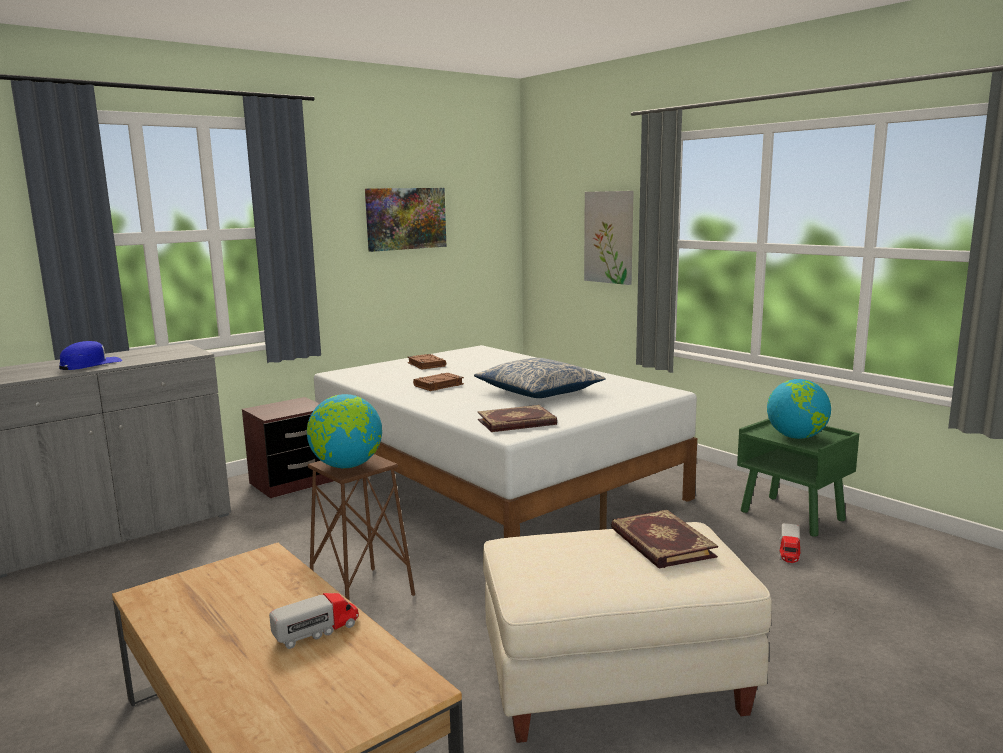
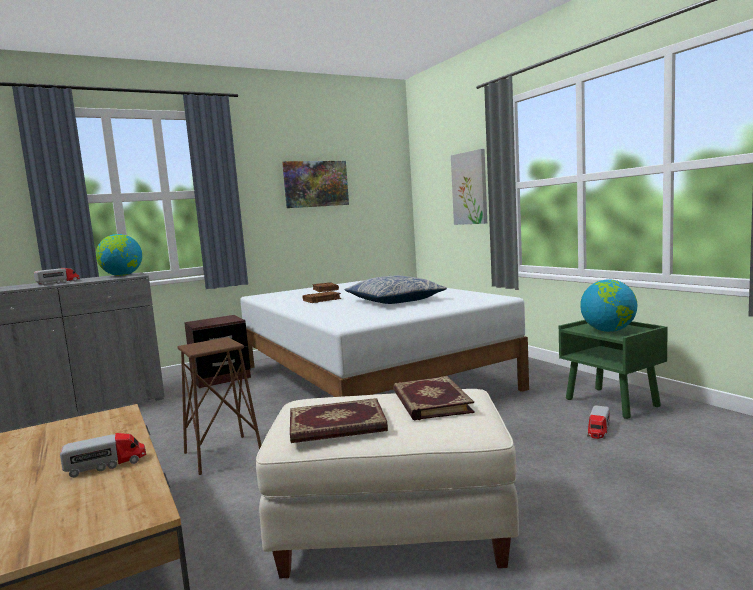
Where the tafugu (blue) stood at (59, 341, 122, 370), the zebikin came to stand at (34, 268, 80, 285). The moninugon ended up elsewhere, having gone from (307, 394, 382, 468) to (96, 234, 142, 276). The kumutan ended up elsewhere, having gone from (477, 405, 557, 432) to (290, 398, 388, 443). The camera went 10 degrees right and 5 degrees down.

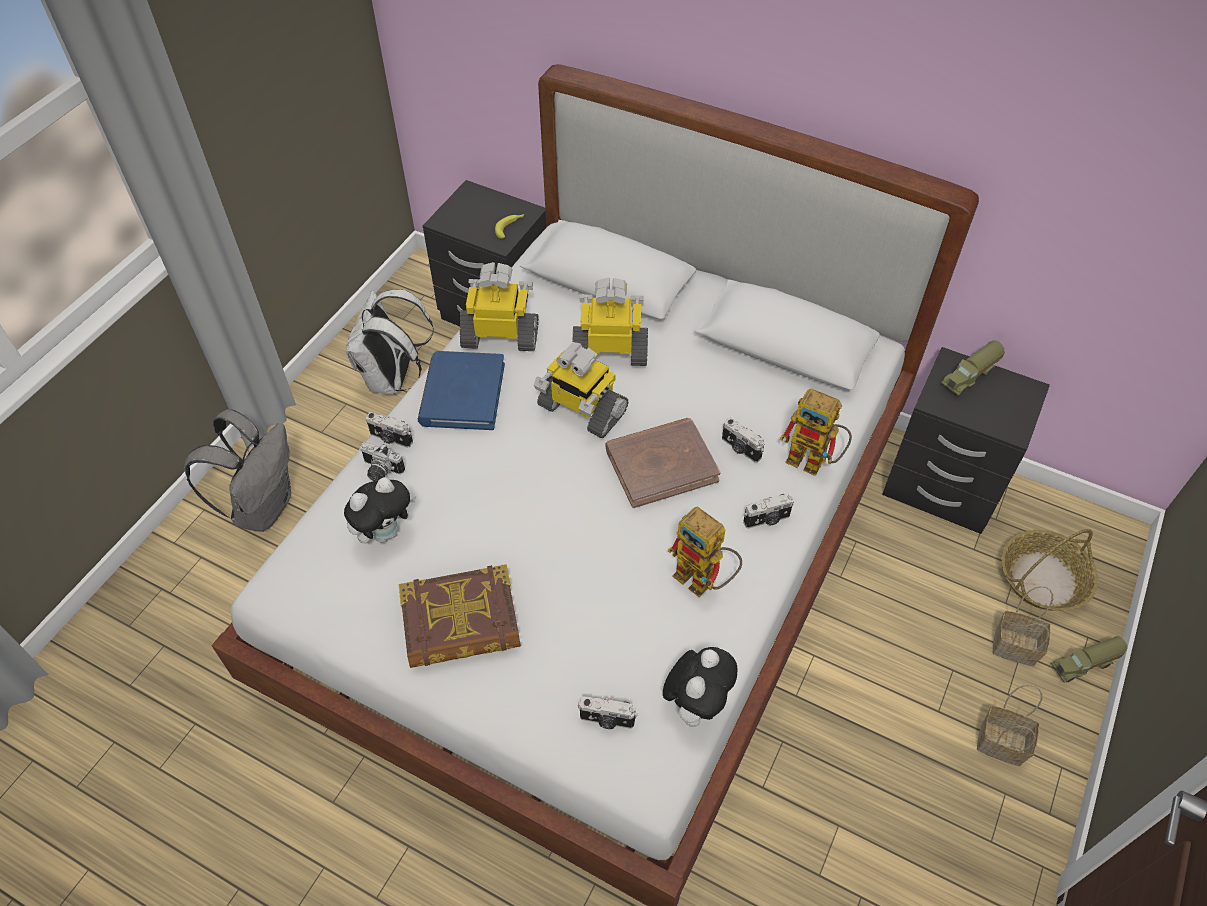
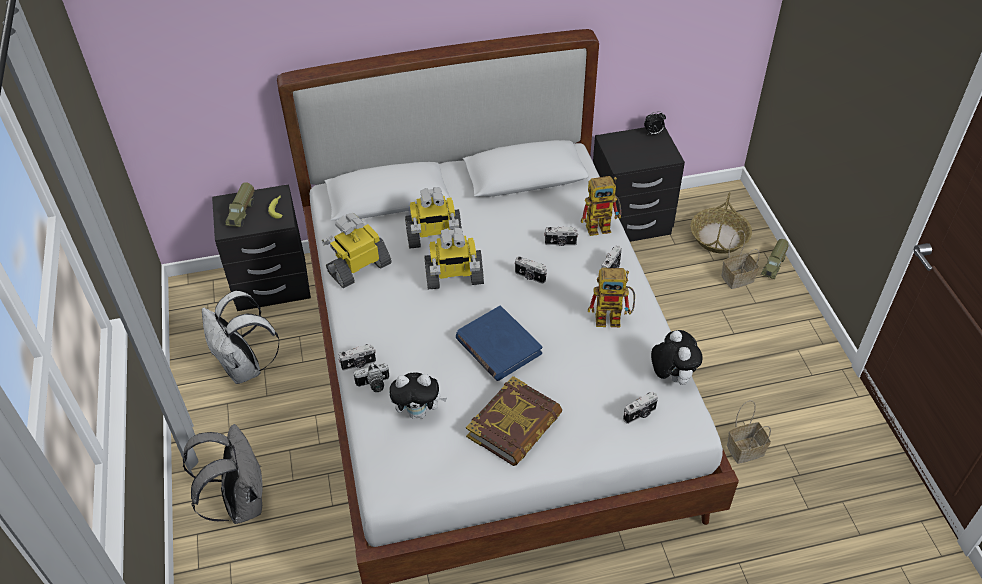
The zebikin ended up elsewhere, having gone from (941, 340, 1005, 396) to (225, 182, 254, 227). The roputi at (344, 478, 416, 544) ended up facing another way, 75 degrees clockwise from before. The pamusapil at (573, 278, 648, 366) ended up facing another way, 150 degrees counterclockwise from before. The kumutan (blue) ended up elsewhere, having gone from (417, 351, 505, 430) to (456, 306, 542, 381). Where the kumutan (brown) stood at (605, 418, 720, 508), the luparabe came to stand at (515, 256, 547, 284). The second view gained the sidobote at (644, 111, 666, 135). The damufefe ended up elsewhere, having gone from (977, 685, 1043, 766) to (727, 400, 771, 464). The camera went 40 degrees left and 5 degrees down.

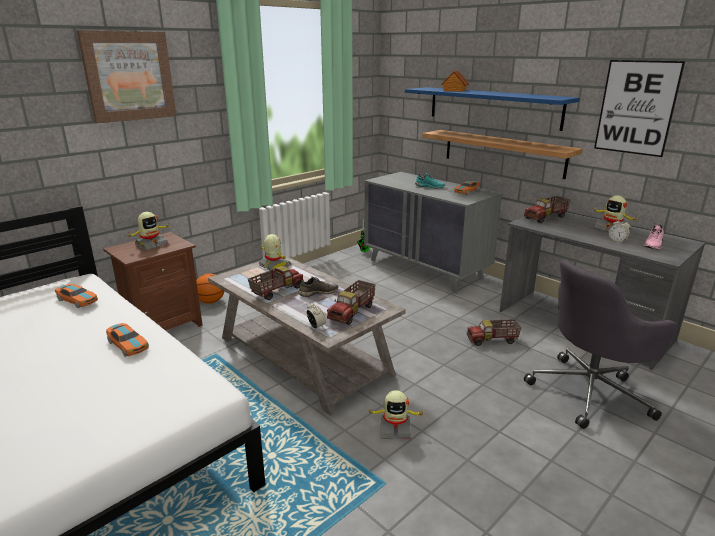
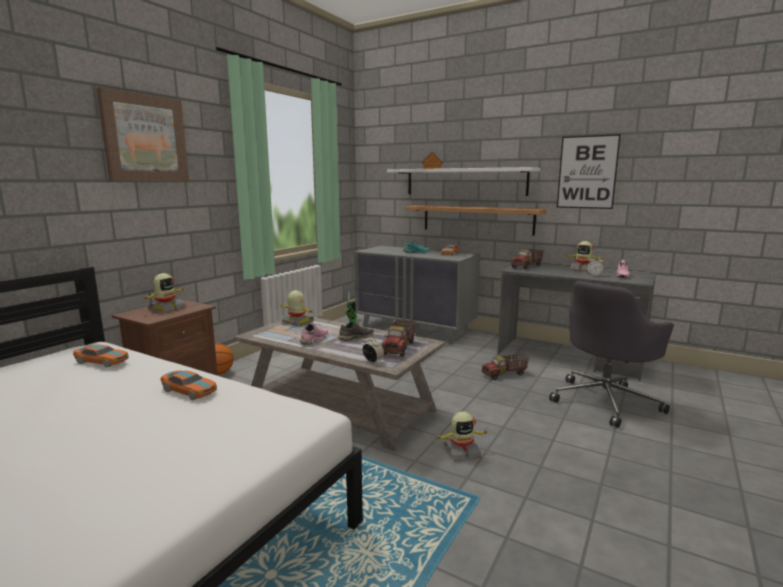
Where the zebikin stood at (248, 266, 304, 300), the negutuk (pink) came to stand at (300, 324, 328, 345). What was the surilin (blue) at (405, 87, 580, 131) turned into the surilin (white) at (387, 167, 540, 196). The camera went 15 degrees left and 10 degrees down.

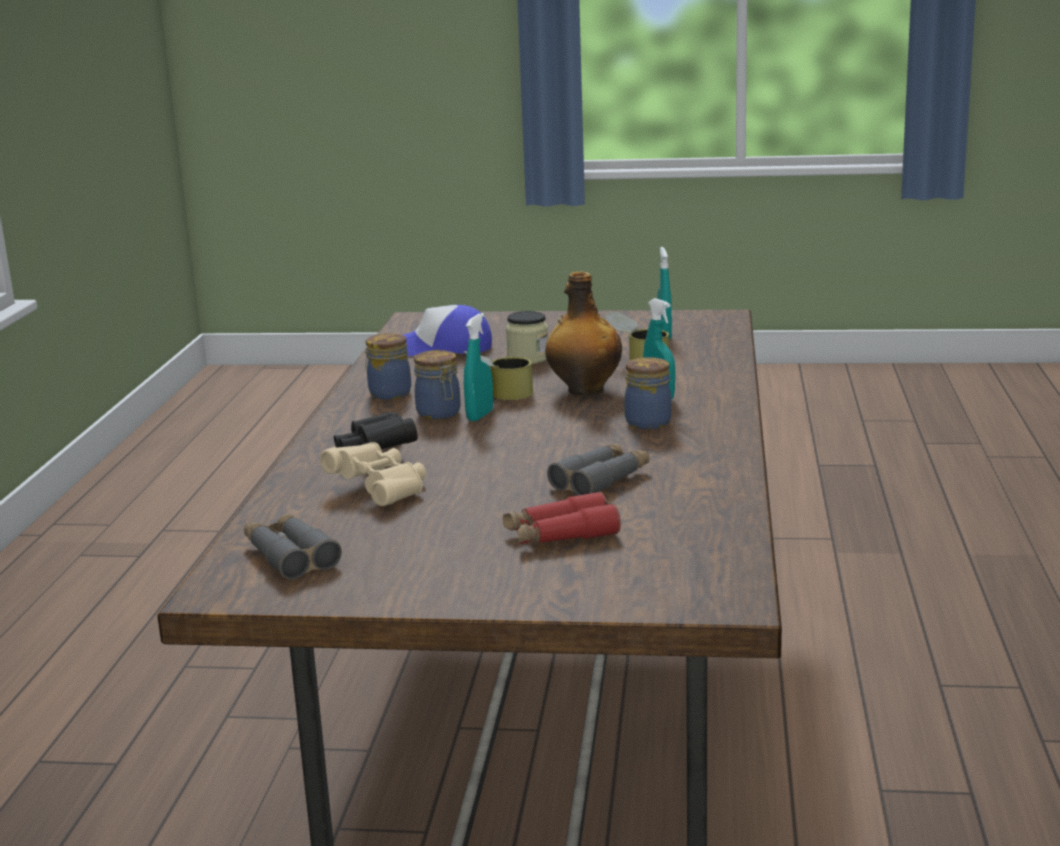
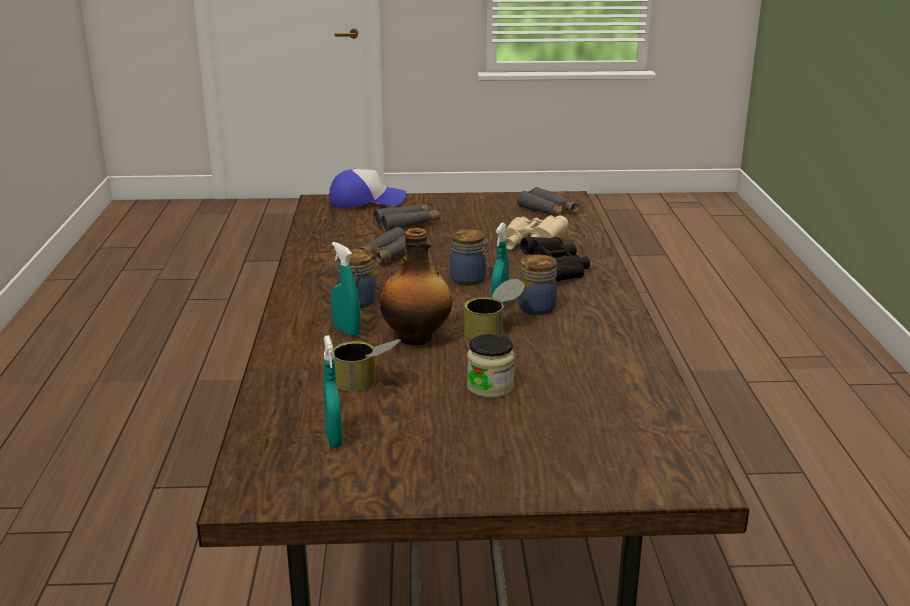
The tafugu ended up elsewhere, having gone from (403, 305, 492, 356) to (329, 169, 406, 208). What was the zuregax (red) at (503, 491, 621, 544) turned into the zuregax (grey) at (373, 204, 440, 232). The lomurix ended up elsewhere, having gone from (365, 333, 411, 399) to (450, 229, 490, 286). The camera went 170 degrees right and 5 degrees up.

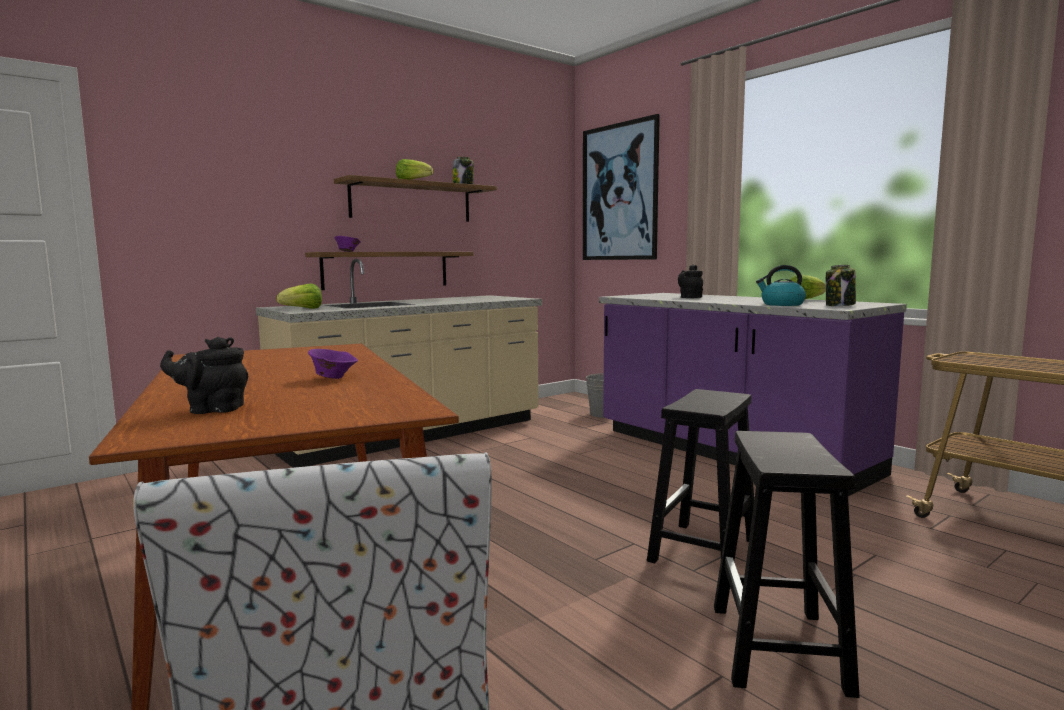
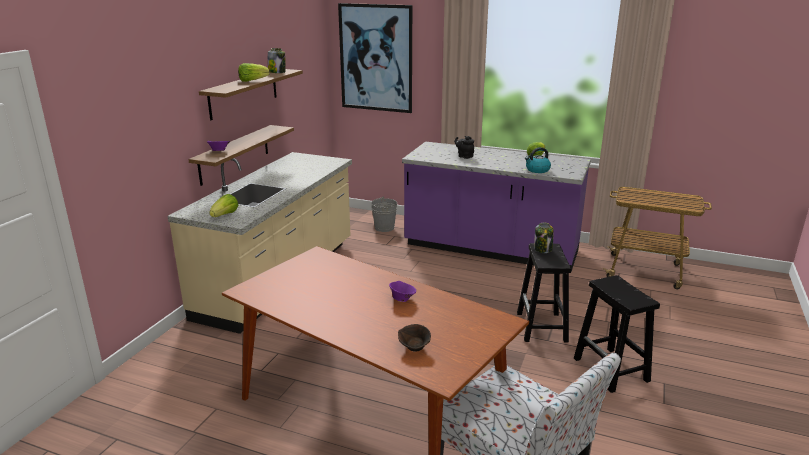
Where the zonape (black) stood at (160, 337, 248, 414), the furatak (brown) came to stand at (398, 324, 431, 352). The lomurix ended up elsewhere, having gone from (826, 265, 856, 306) to (534, 223, 554, 253). The camera went 30 degrees left and 15 degrees up.

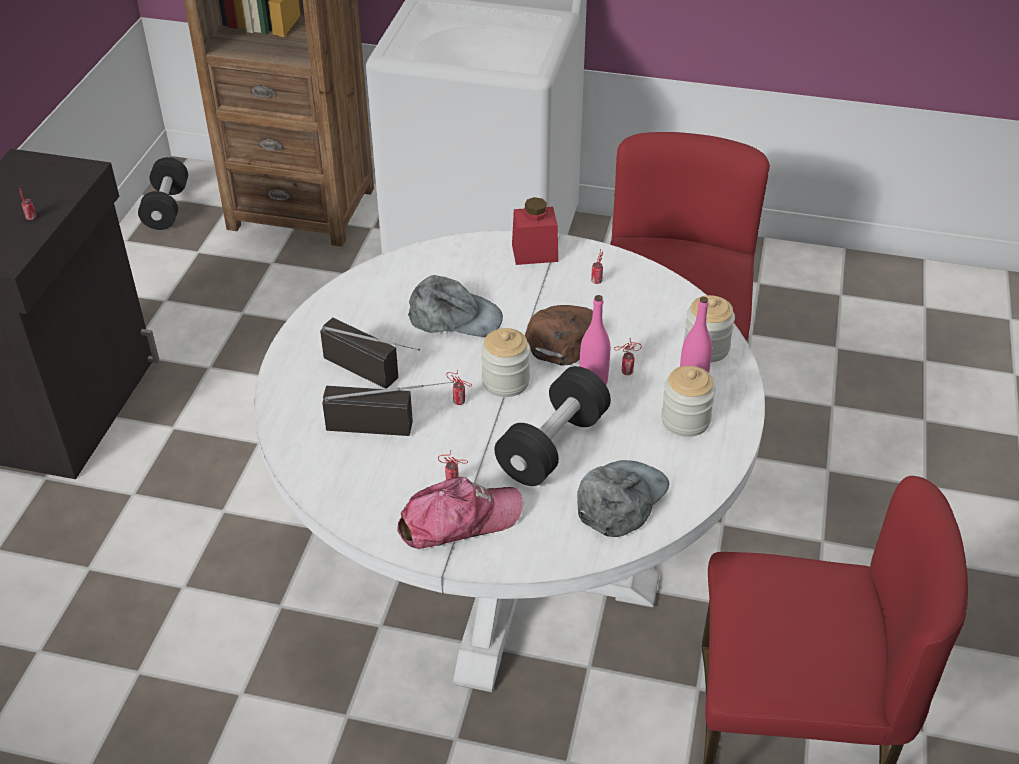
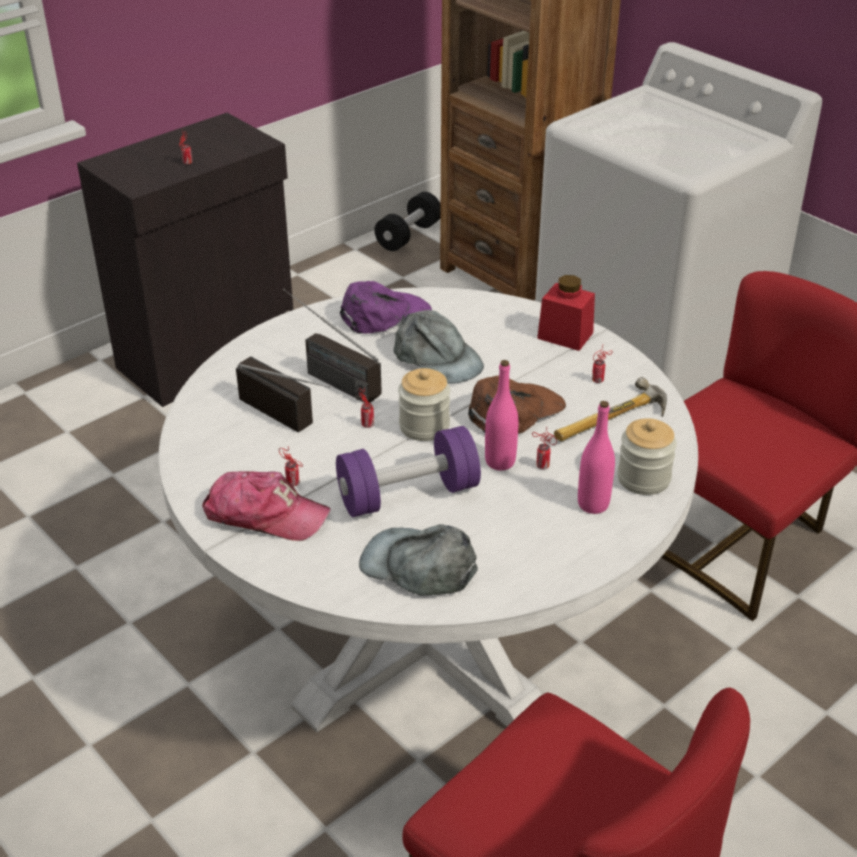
The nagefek at (320, 318, 420, 389) ended up facing another way, 150 degrees clockwise from before. What was the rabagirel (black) at (494, 366, 611, 486) turned into the rabagirel (purple) at (336, 426, 481, 517). The second view gained the tafugu (purple) at (340, 281, 432, 334). The tafugu (grey) at (577, 460, 669, 537) ended up facing another way, 135 degrees counterclockwise from before. The second view gained the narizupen at (554, 377, 667, 441). The second view lost the lomurix at (661, 366, 716, 437). The camera went 35 degrees right and 5 degrees down.

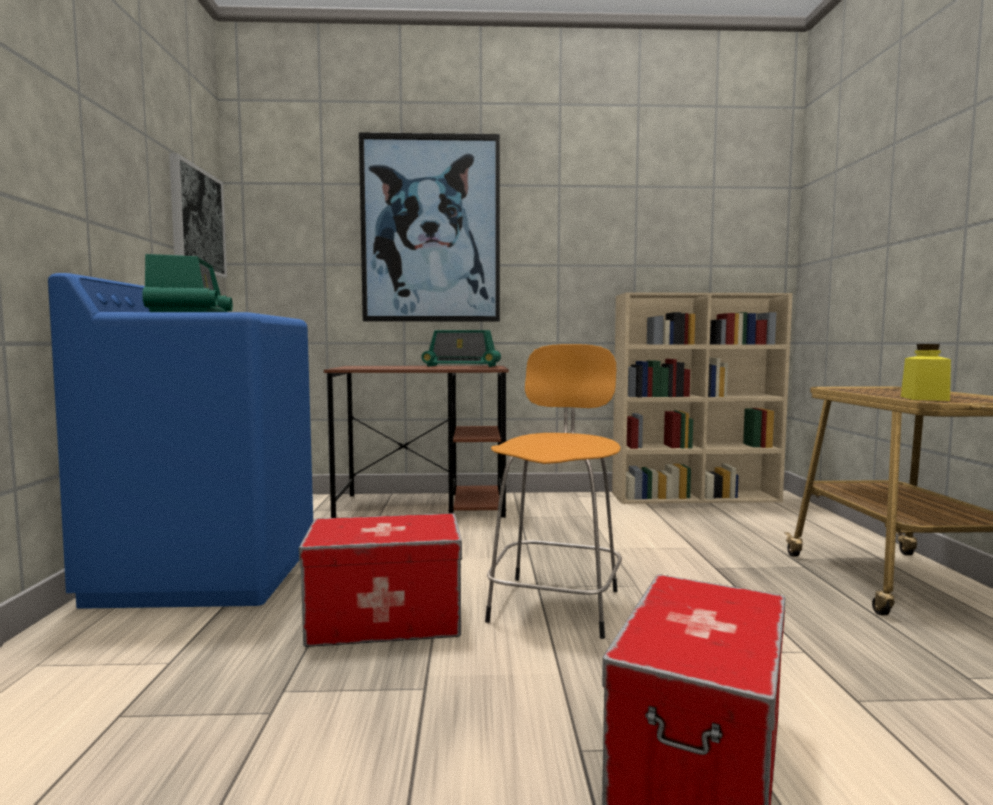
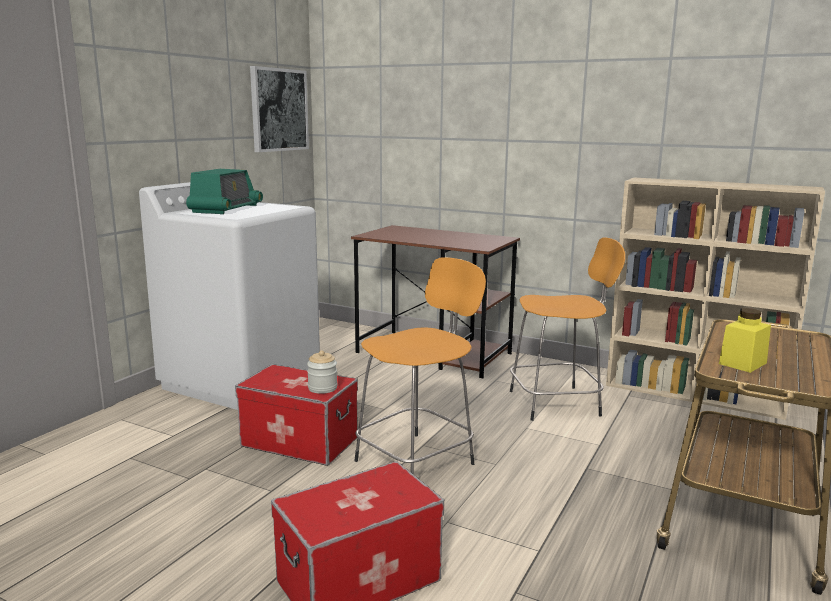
What was the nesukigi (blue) at (48, 273, 313, 609) turned into the nesukigi (white) at (139, 182, 320, 410). The second view gained the lomurix at (307, 350, 337, 394). The second view gained the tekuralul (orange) at (510, 237, 625, 421). The second view lost the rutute at (359, 132, 500, 322). The second view lost the nagefek at (422, 330, 501, 367). The camera went 30 degrees right and 10 degrees up.

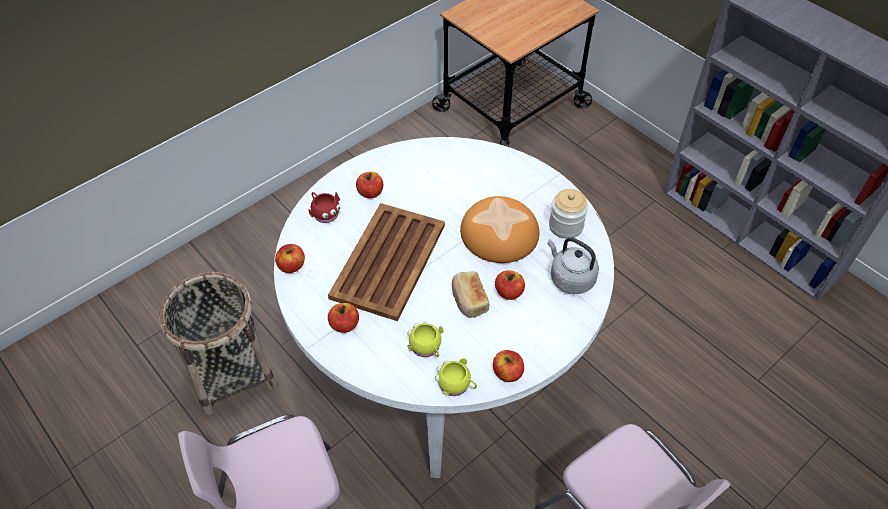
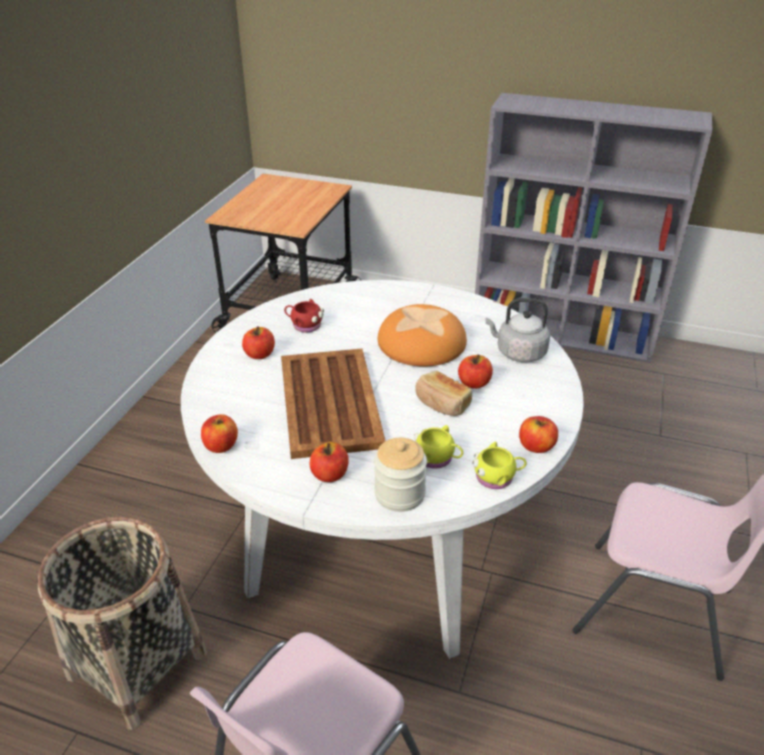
The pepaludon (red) ended up elsewhere, having gone from (309, 192, 341, 223) to (284, 299, 324, 333). The lomurix ended up elsewhere, having gone from (549, 189, 588, 239) to (374, 438, 427, 512). The camera went 30 degrees left and 15 degrees down.

